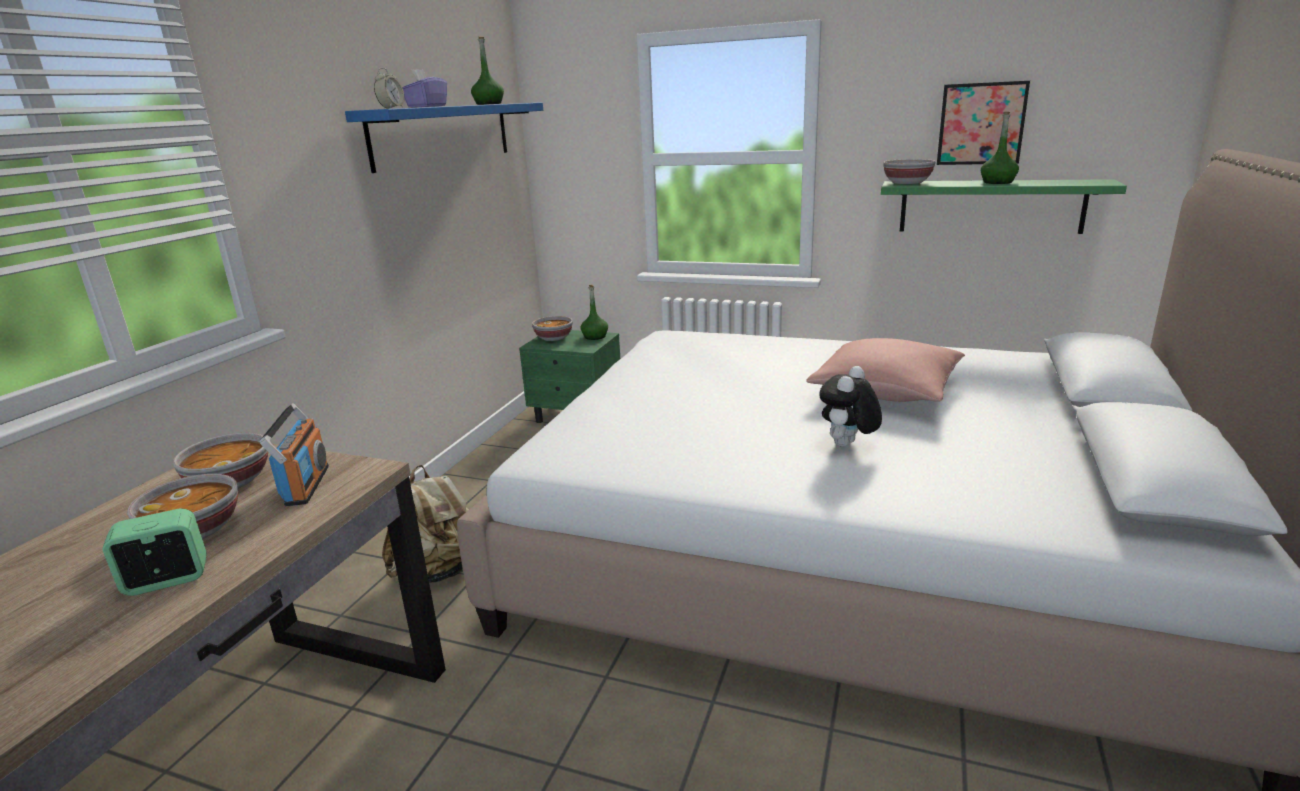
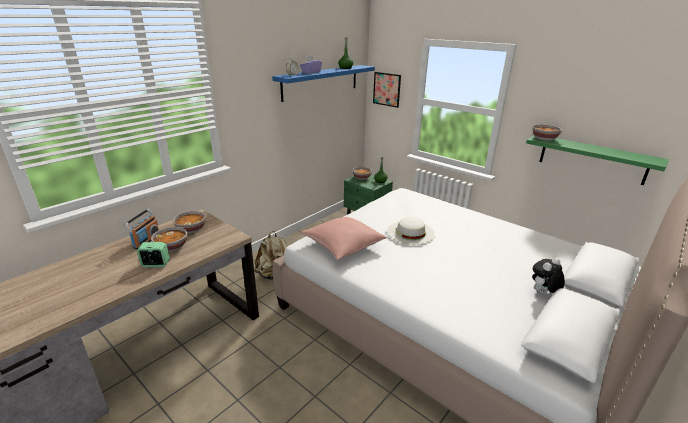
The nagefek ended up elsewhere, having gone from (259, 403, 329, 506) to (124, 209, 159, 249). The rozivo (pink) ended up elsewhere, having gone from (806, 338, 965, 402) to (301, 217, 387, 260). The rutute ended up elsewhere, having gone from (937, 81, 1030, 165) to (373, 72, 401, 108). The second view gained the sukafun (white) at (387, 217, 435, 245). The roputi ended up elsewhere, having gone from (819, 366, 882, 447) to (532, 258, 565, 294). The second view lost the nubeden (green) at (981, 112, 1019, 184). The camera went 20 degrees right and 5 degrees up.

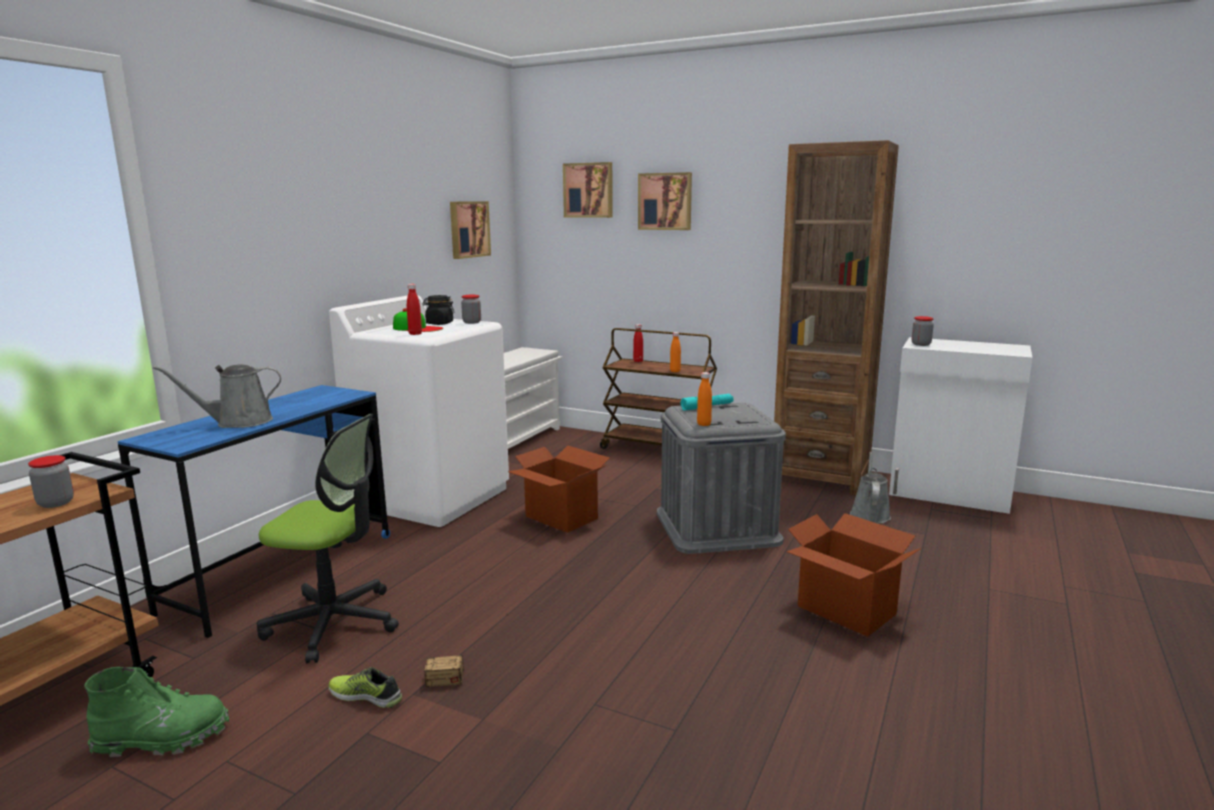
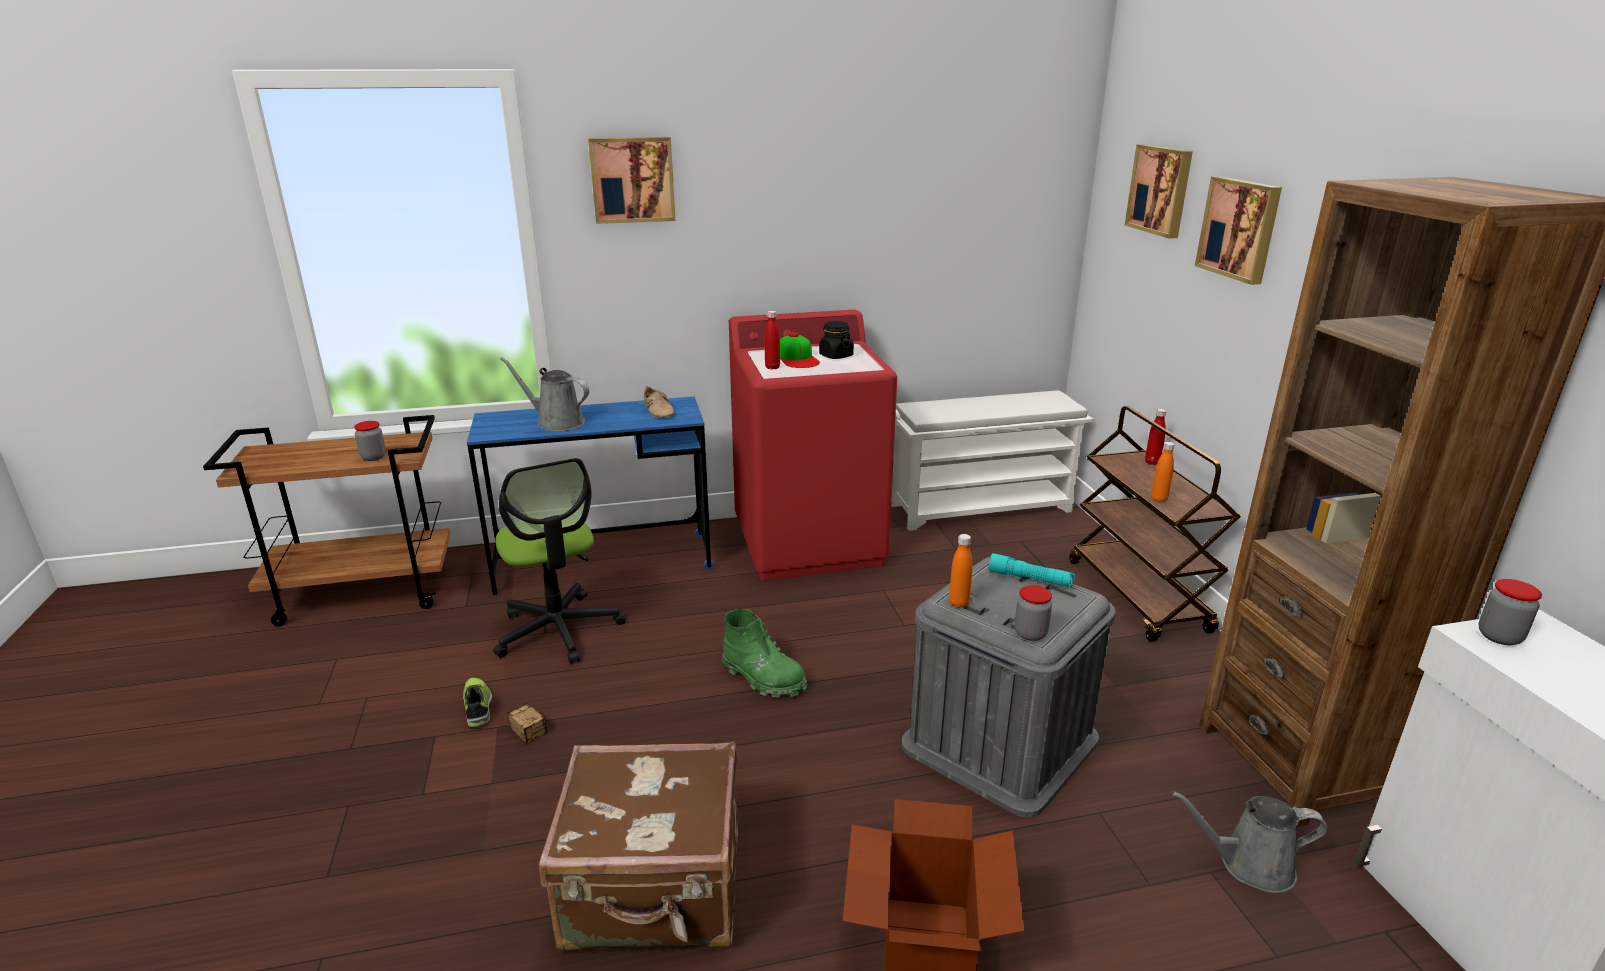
The second view gained the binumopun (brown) at (539, 741, 738, 951). The rutute ended up elsewhere, having gone from (450, 201, 491, 259) to (588, 137, 676, 224). The second view gained the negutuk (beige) at (644, 386, 674, 418). The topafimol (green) ended up elsewhere, having gone from (84, 667, 229, 757) to (722, 609, 807, 698). What was the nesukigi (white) at (329, 295, 509, 527) turned into the nesukigi (red) at (729, 310, 897, 581). The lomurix ended up elsewhere, having gone from (461, 295, 481, 324) to (1015, 585, 1052, 641). The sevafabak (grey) at (850, 452, 891, 524) ended up facing another way, 150 degrees counterclockwise from before. The second view lost the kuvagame at (508, 446, 610, 533). The camera went 50 degrees right and 10 degrees up.

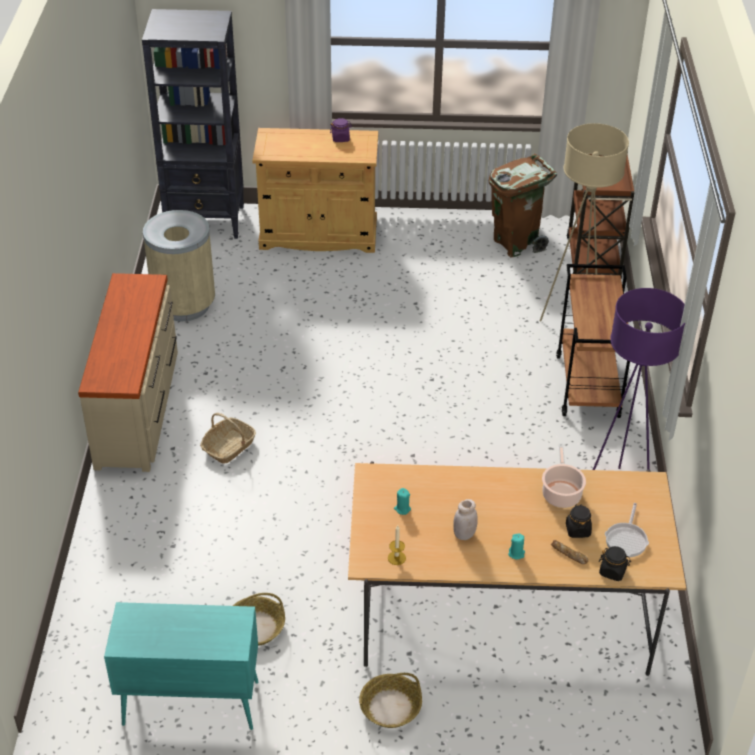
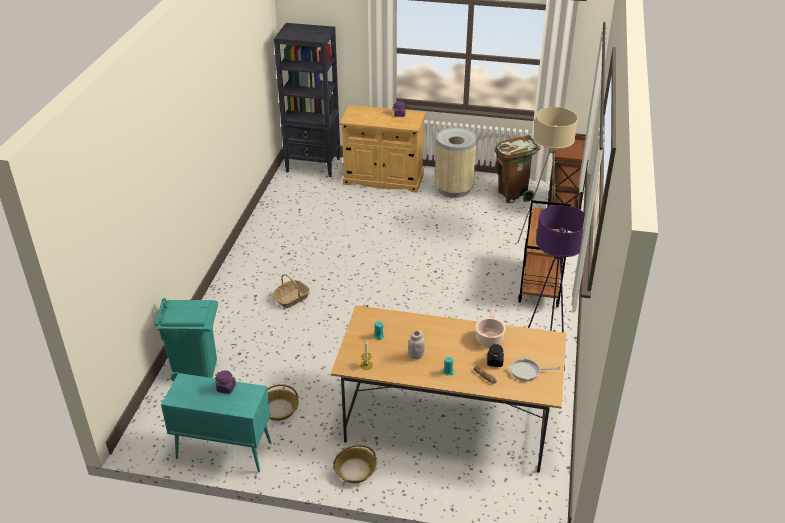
The second view gained the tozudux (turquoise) at (154, 298, 218, 382). The second view gained the lomurix (purple) at (215, 370, 236, 394). The tozudux (beige) ended up elsewhere, having gone from (143, 210, 215, 321) to (435, 127, 477, 198). The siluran at (605, 503, 649, 557) ended up facing another way, 60 degrees clockwise from before. The second view lost the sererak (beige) at (78, 273, 178, 472). The second view lost the lomurix (black) at (599, 546, 631, 581). The camera went 10 degrees right and 5 degrees down.

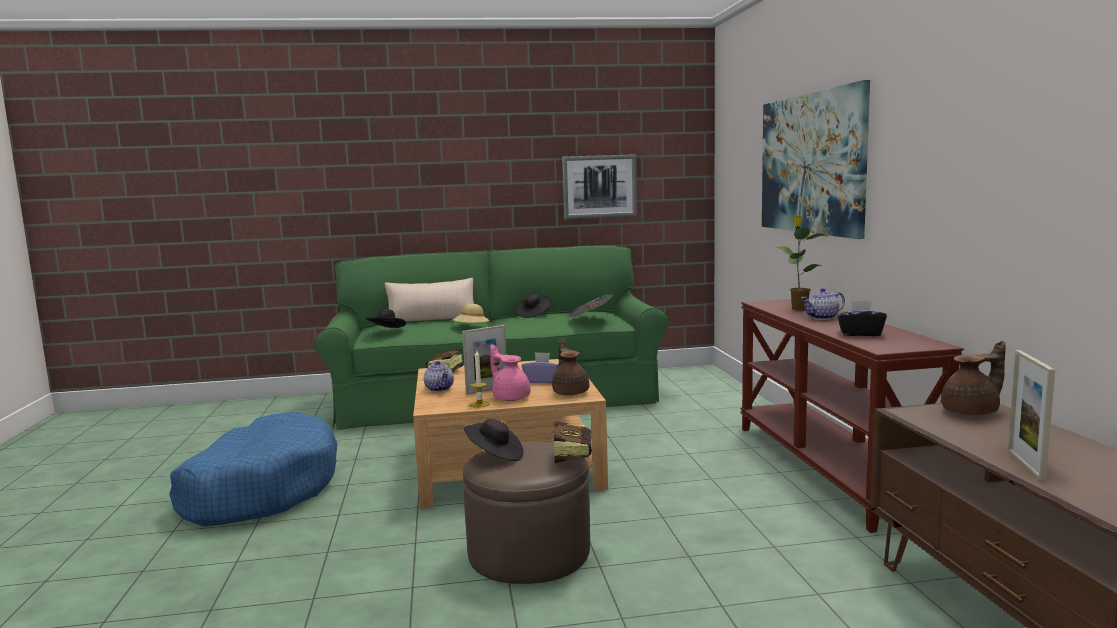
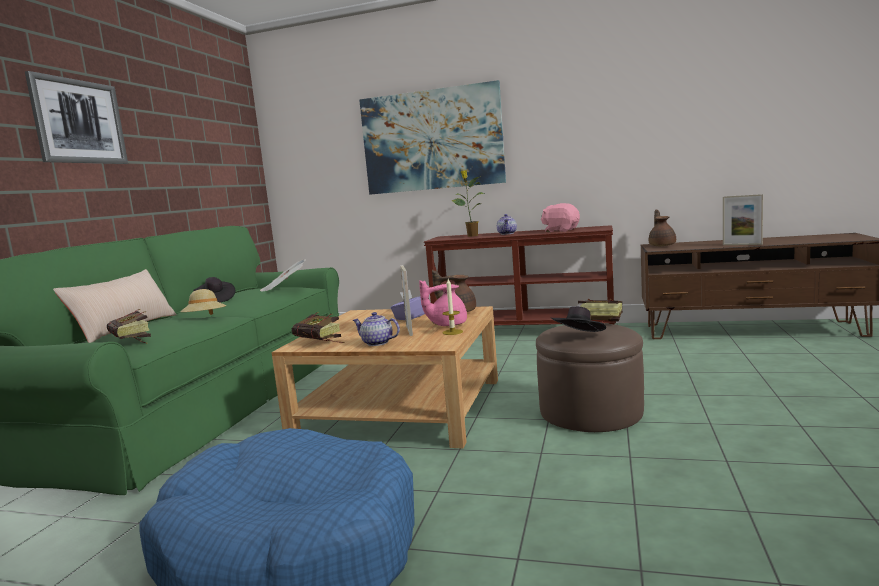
The rutute ended up elsewhere, having gone from (562, 154, 637, 219) to (25, 71, 128, 164). Where the sukafun (black) stood at (366, 309, 406, 328), the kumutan came to stand at (107, 309, 151, 344). The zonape at (424, 361, 454, 392) ended up facing another way, 150 degrees counterclockwise from before. Where the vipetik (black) stood at (837, 300, 887, 336), the roputi (pink) came to stand at (541, 203, 580, 232). The camera went 65 degrees left and 0 degrees up.

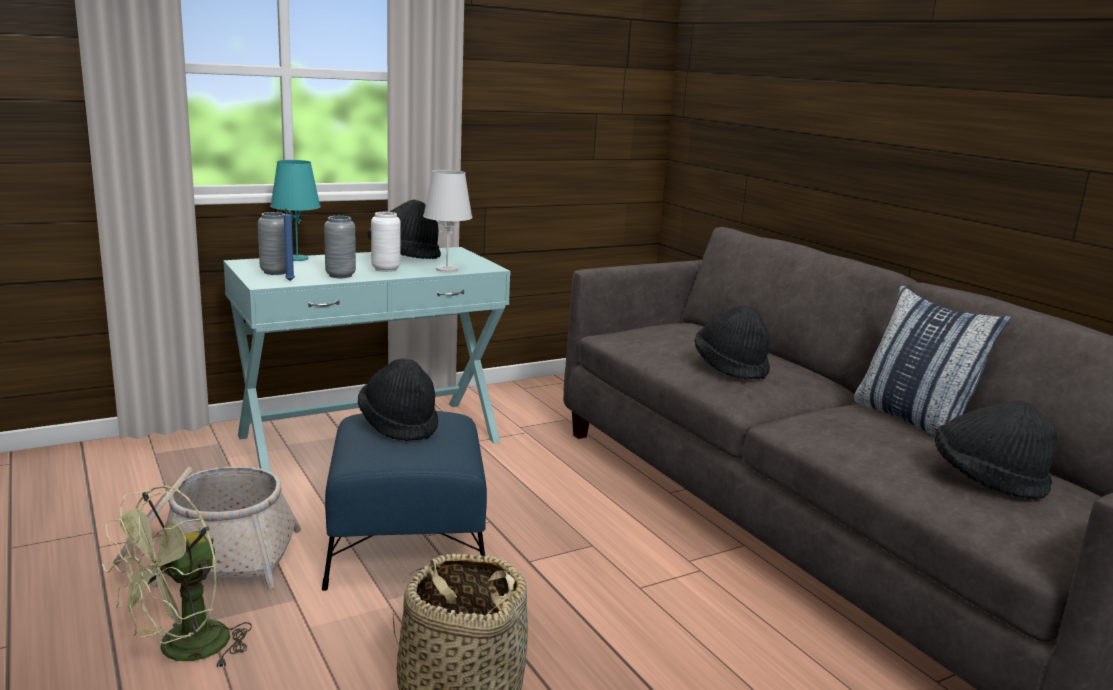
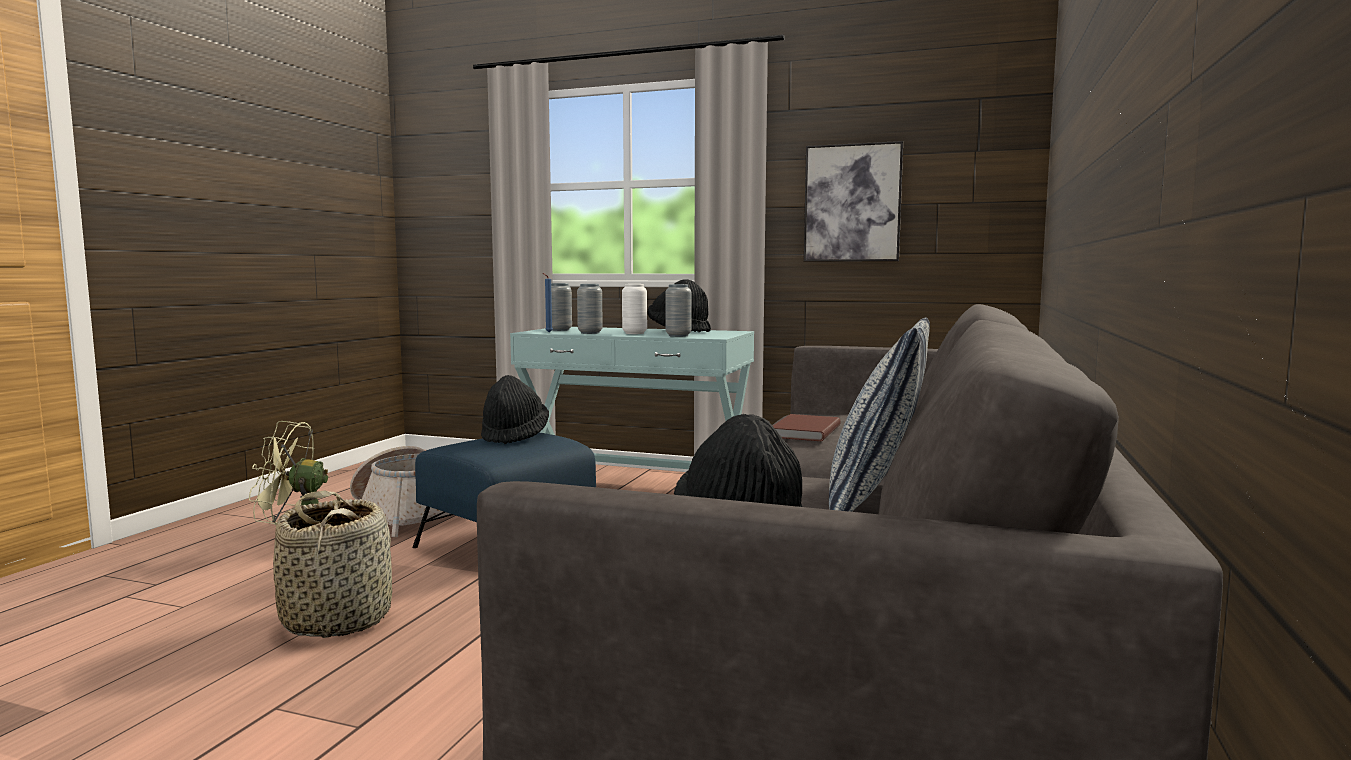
Where the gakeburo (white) stood at (423, 170, 472, 272), the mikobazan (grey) came to stand at (665, 284, 692, 337). Where the sukafun (black) stood at (695, 305, 770, 380), the kumutan (brown) came to stand at (773, 414, 841, 441). The second view gained the rutute at (804, 141, 903, 262). The second view lost the gakeburo (turquoise) at (270, 160, 321, 261). The camera went 50 degrees right and 10 degrees down.

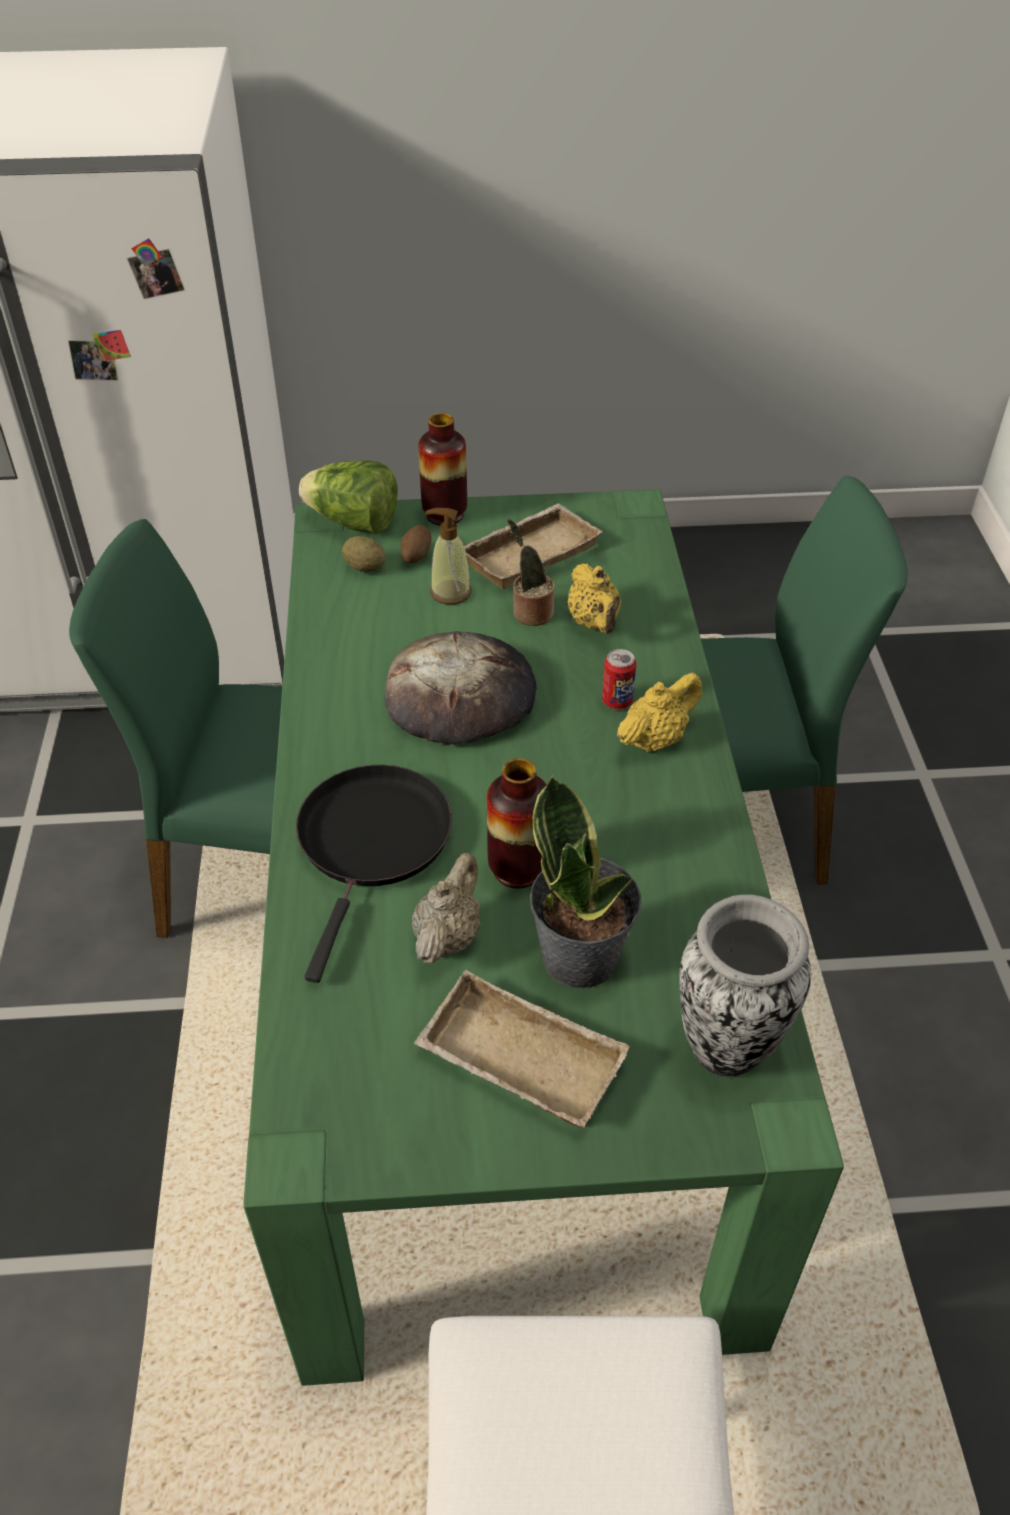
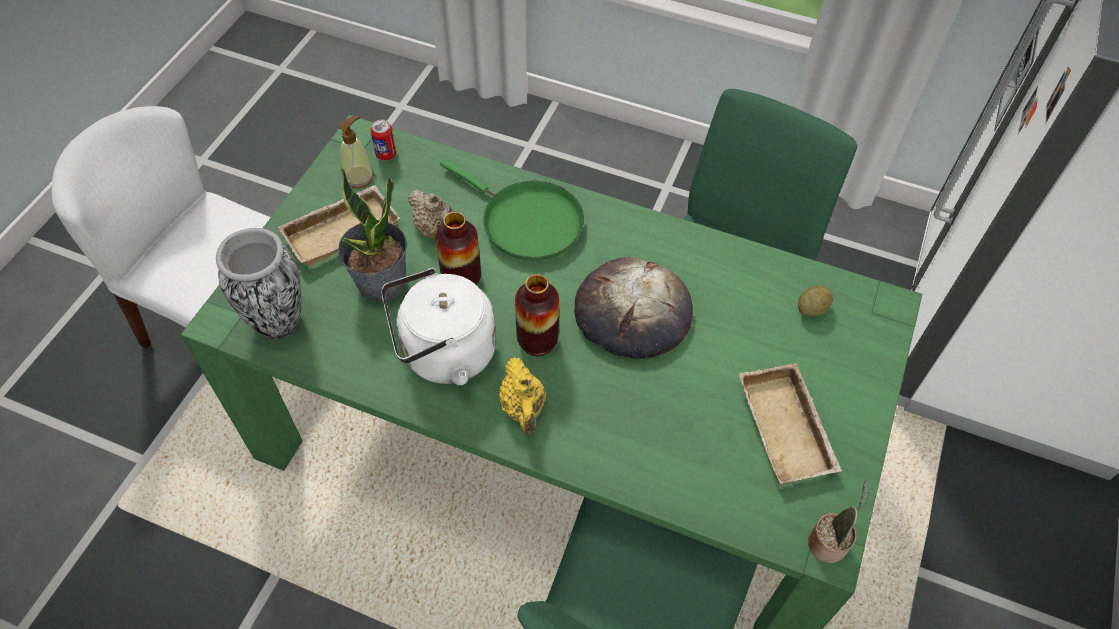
The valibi ended up elsewhere, having gone from (425, 508, 471, 605) to (338, 115, 374, 188). The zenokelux ended up elsewhere, having gone from (602, 649, 637, 709) to (370, 120, 396, 160). The second view gained the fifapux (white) at (381, 268, 496, 385). What was the siluran (black) at (296, 765, 452, 983) turned into the siluran (green) at (440, 159, 584, 261). The mikobazan ended up elsewhere, having gone from (418, 413, 467, 525) to (515, 274, 559, 356). The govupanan ended up elsewhere, having gone from (507, 519, 555, 626) to (808, 480, 870, 563). The second view lost the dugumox at (299, 460, 397, 534). The second view lost the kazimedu at (401, 525, 431, 563). The second view lost the zonape (yellow) at (568, 563, 621, 634). The camera went 115 degrees right and 10 degrees up.

